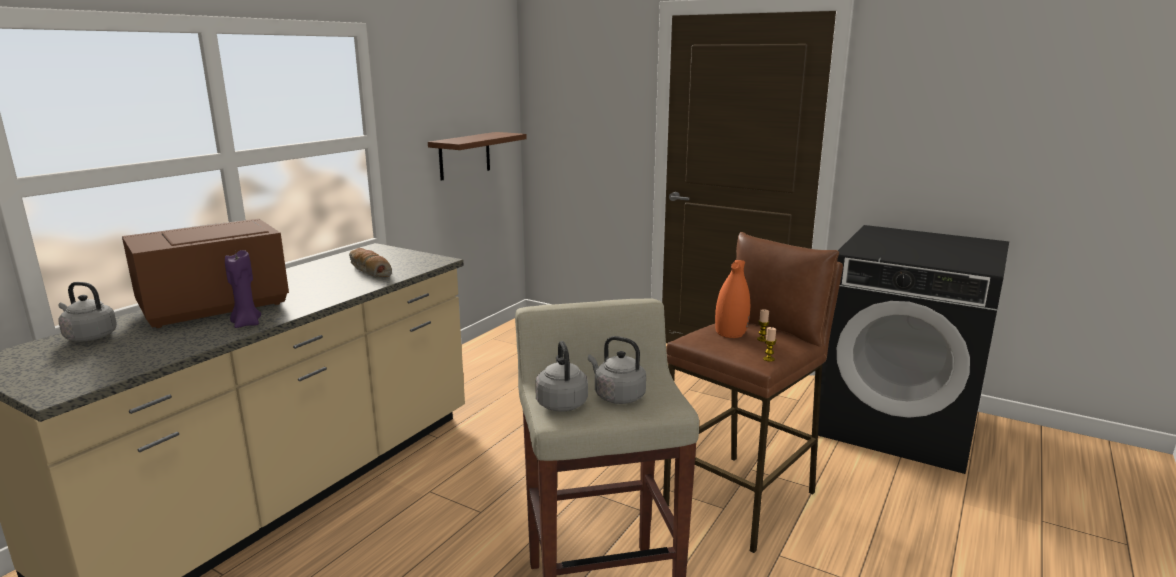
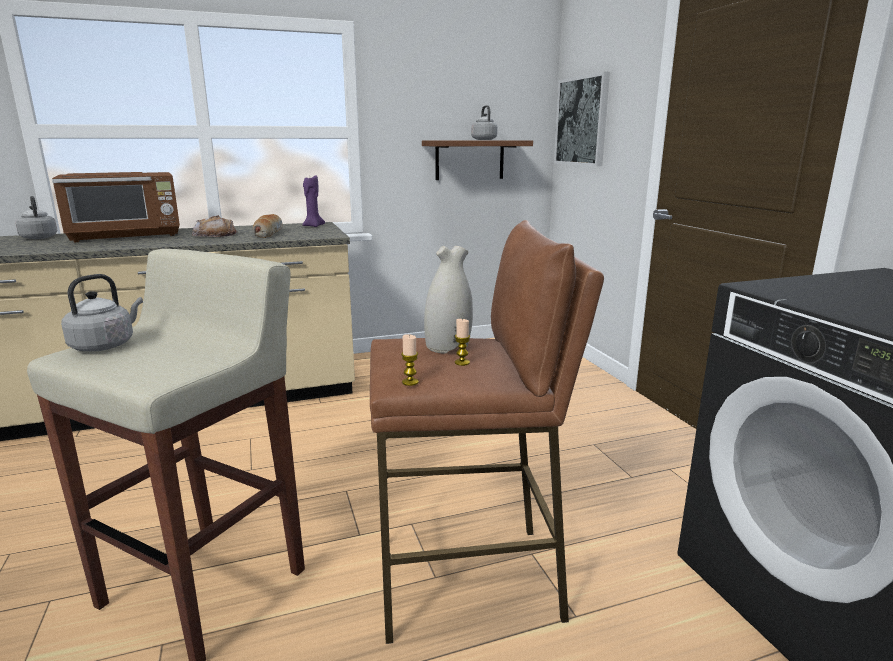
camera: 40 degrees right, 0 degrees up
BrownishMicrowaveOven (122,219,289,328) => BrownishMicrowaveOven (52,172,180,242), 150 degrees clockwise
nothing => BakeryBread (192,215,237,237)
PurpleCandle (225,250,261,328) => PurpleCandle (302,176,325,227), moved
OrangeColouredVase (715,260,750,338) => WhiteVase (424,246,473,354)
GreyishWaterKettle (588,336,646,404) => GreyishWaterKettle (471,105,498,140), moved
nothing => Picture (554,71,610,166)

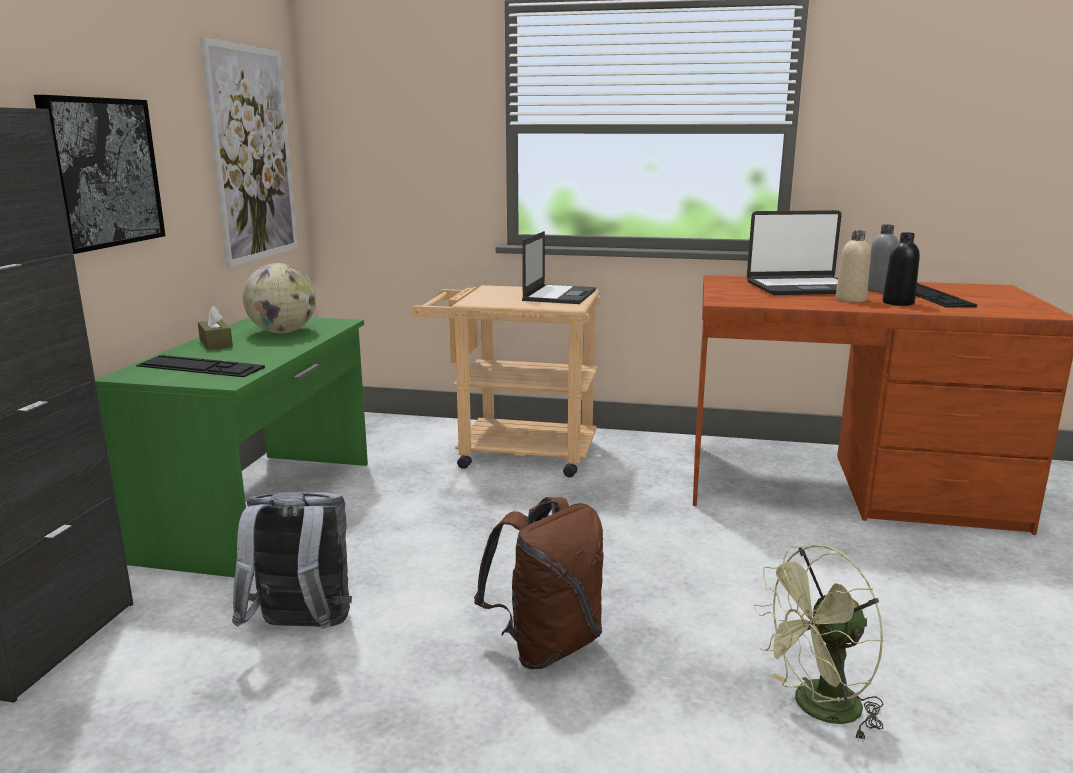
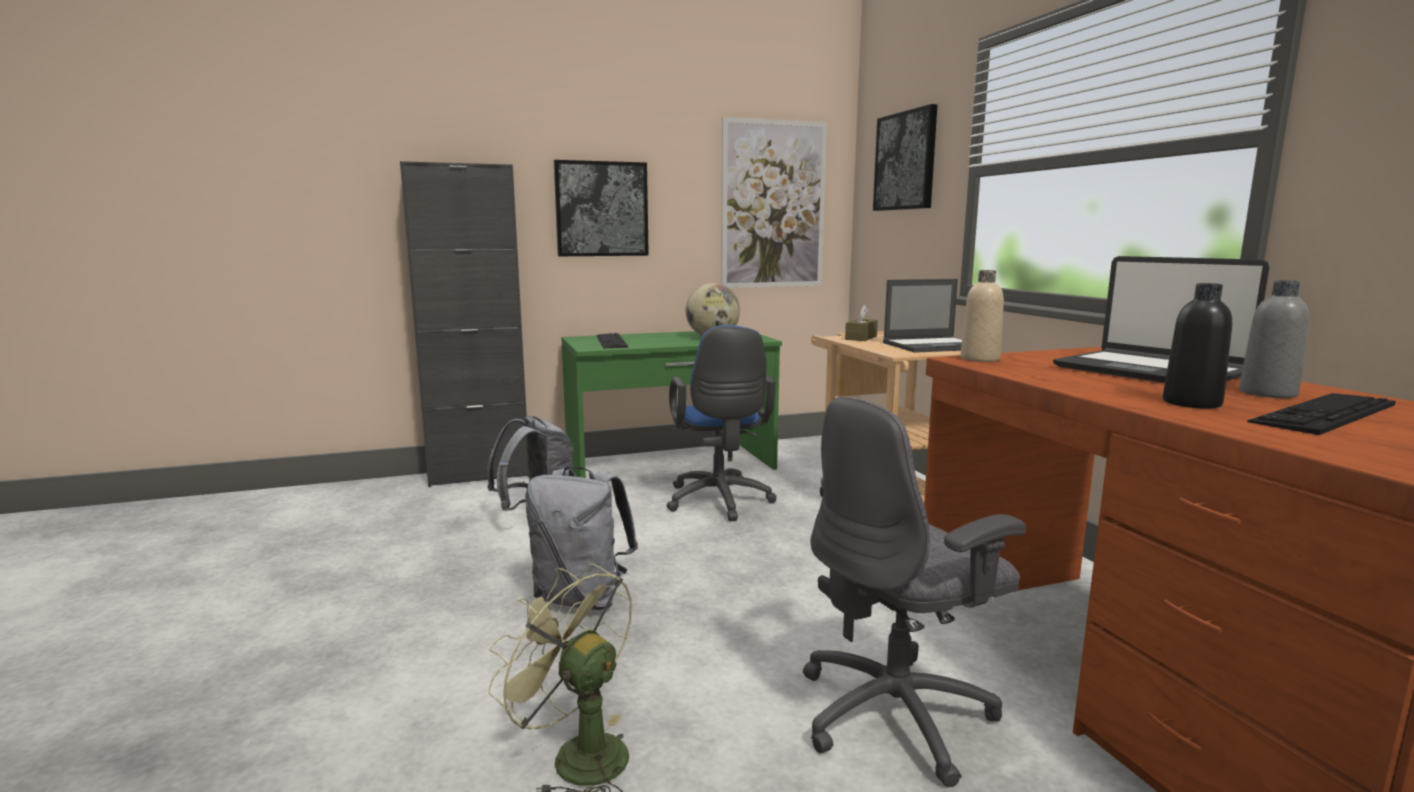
camera: 60 degrees right, 5 degrees down
BrownishBackpack (474,497,604,669) => GreyishBackpack (525,466,638,610)
nothing => BluishDeskChair (666,325,777,521)
nothing => GreyishDeskChair (803,397,1026,787)
BrownishTissueBox (198,306,233,350) => BrownishTissueBox (845,305,878,341), moved
nothing => Picture (873,104,938,211)
BeigeDrinkBottle (836,230,871,302) => BeigeDrinkBottle (961,270,1004,362), moved

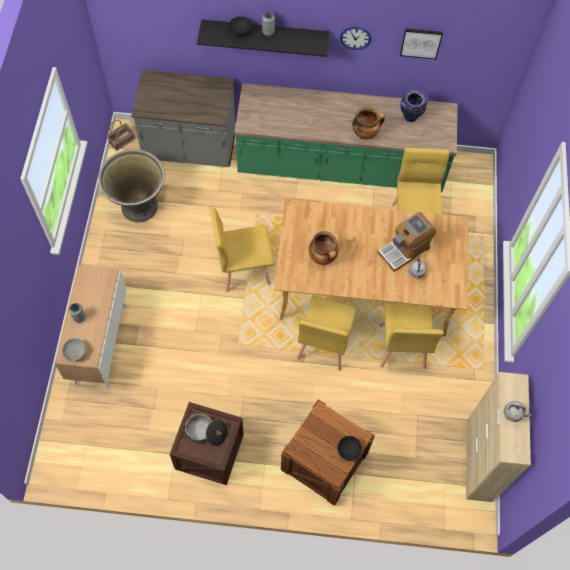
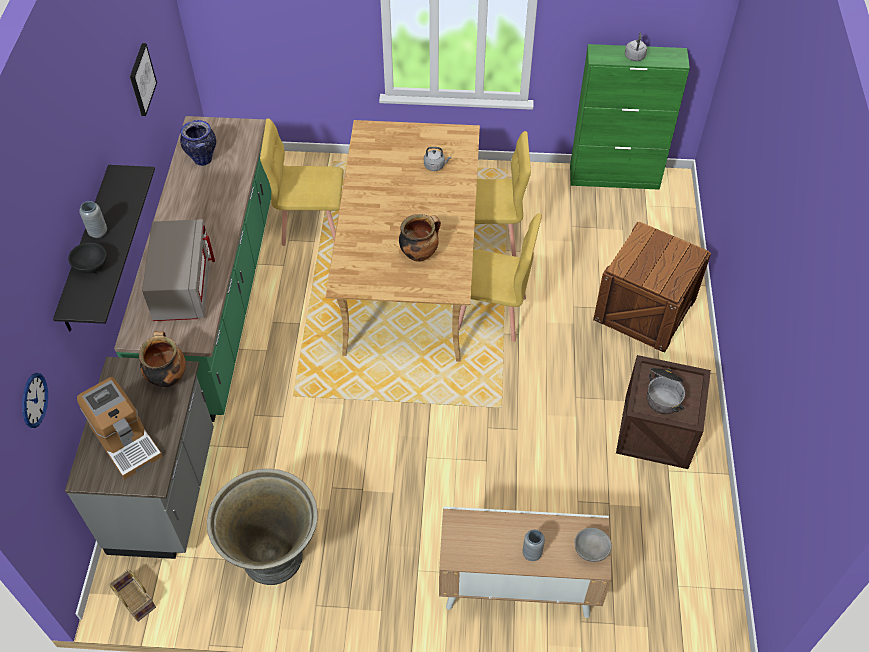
camera: 90 degrees left, 10 degrees down
HangingClock (340,27,371,50) => HangingClock (22,373,48,428), moved
CoffeeMachine (377,212,436,272) => CoffeeMachine (77,377,163,479), moved
CookingPot (353,107,385,140) => CookingPot (139,331,186,387), moved
nothing => GreyishMicrowaveOven (142,219,215,321)
BeigeCabinet (466,372,531,502) => GreenishCabinet (570,44,690,190)
YellowishChair (209,207,275,292) => nothing
BlackishBowl (338,436,362,461) => nothing

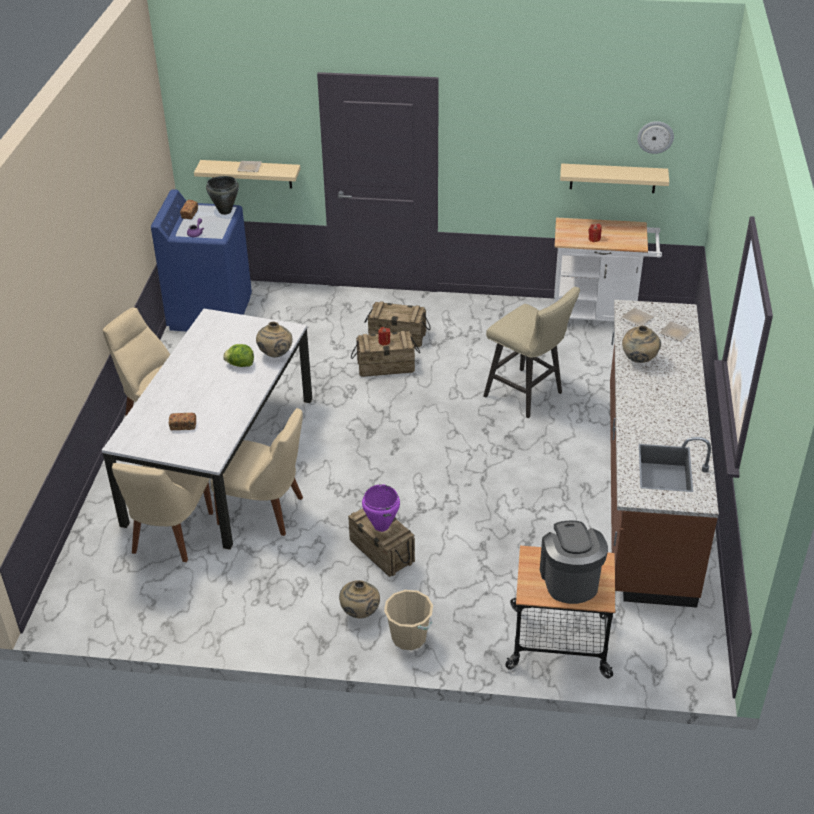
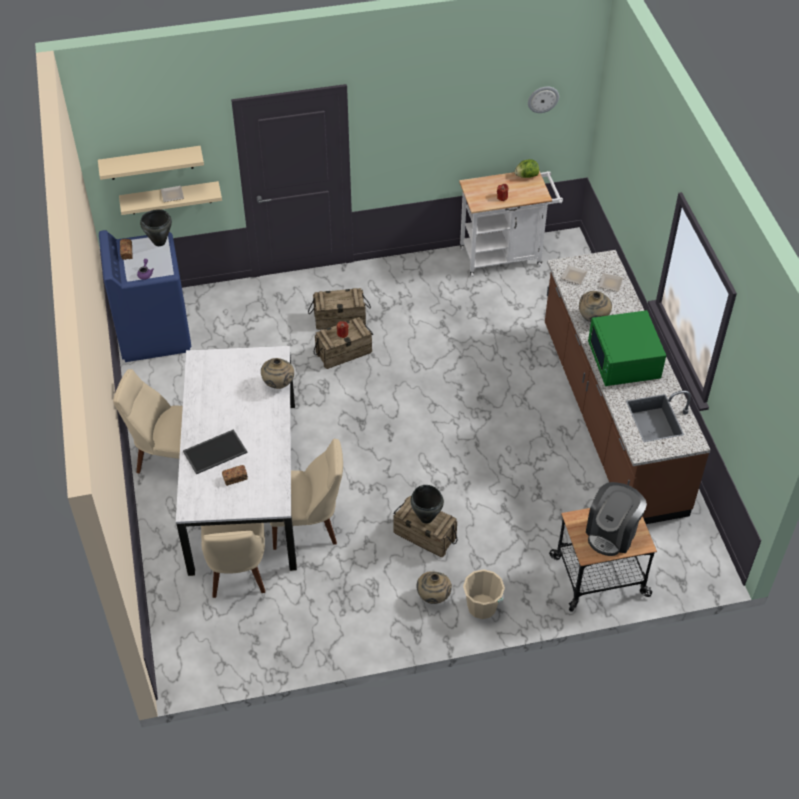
camera: 20 degrees left, 10 degrees up
BeigeShelf (560,163,669,193) => BeigeShelf (98,146,204,180), moved
nothing => Tray (183,429,248,474)
PurpleCookingPot (362,484,400,532) => BlackishCookingPot (410,485,444,524)
Lettuce (223,344,254,367) => Lettuce (515,159,539,178), moved
CoffeeMachine (540,520,608,604) => CoffeeMachine (586,482,647,556), 120 degrees counterclockwise
nothing => GreenishMicrowaveOven (588,310,666,386)
BeigeSittingStool (484,287,580,418) => nothing

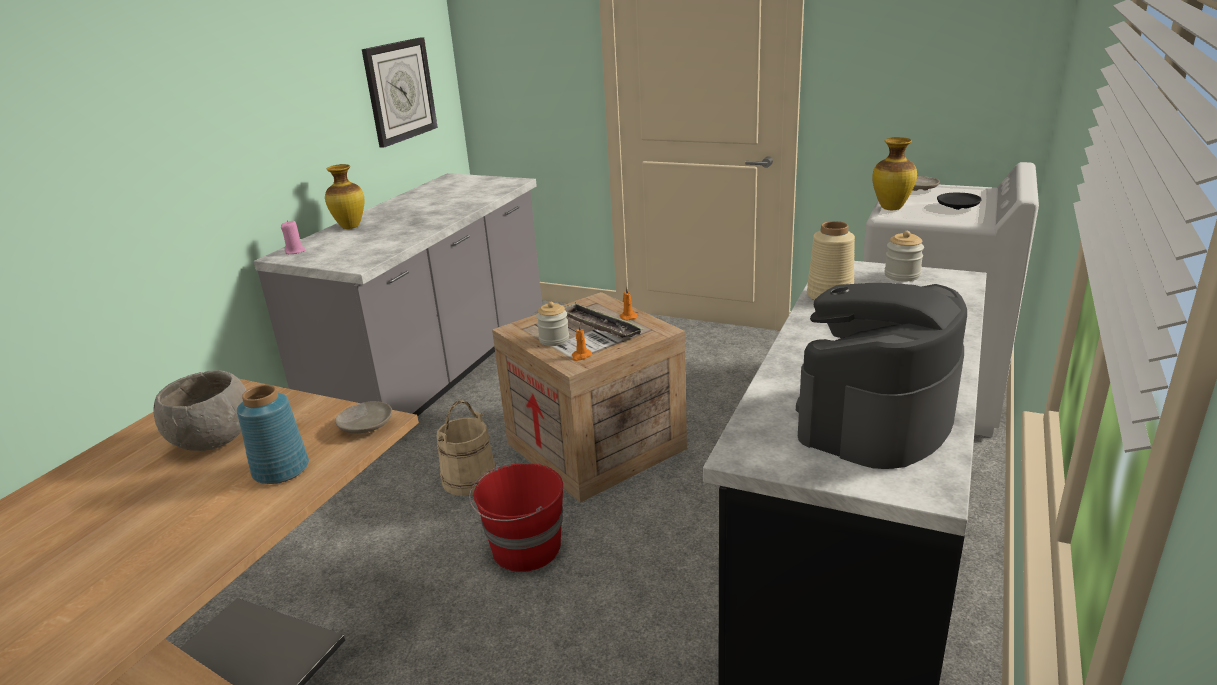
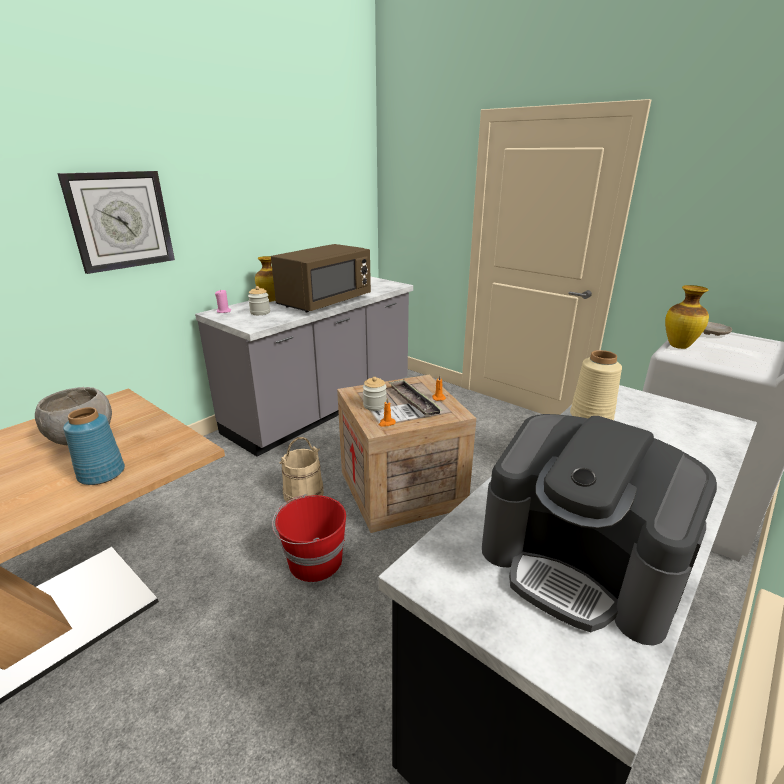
camera: 15 degrees right, 0 degrees up
HangingClock (362,37,438,148) => HangingClock (57,171,175,274), moved
StorageJar (884,231,924,281) => StorageJar (248,286,270,315), moved
nothing => BrownishMicrowaveOven (271,244,371,312)
CoffeeMachine (796,283,967,469) => CoffeeMachine (482,414,717,646), 105 degrees counterclockwise
BeigeFlatDish (335,401,392,433) => nothing
BlackishFlatDish (937,193,982,210) => nothing

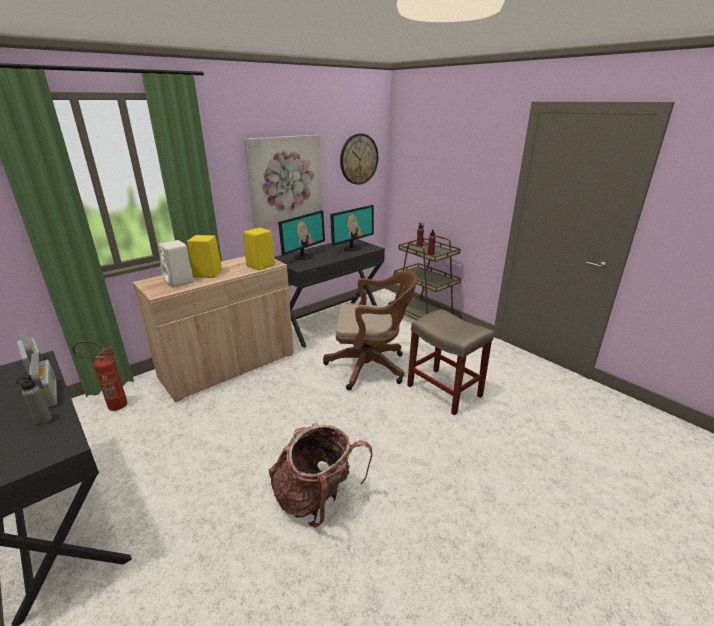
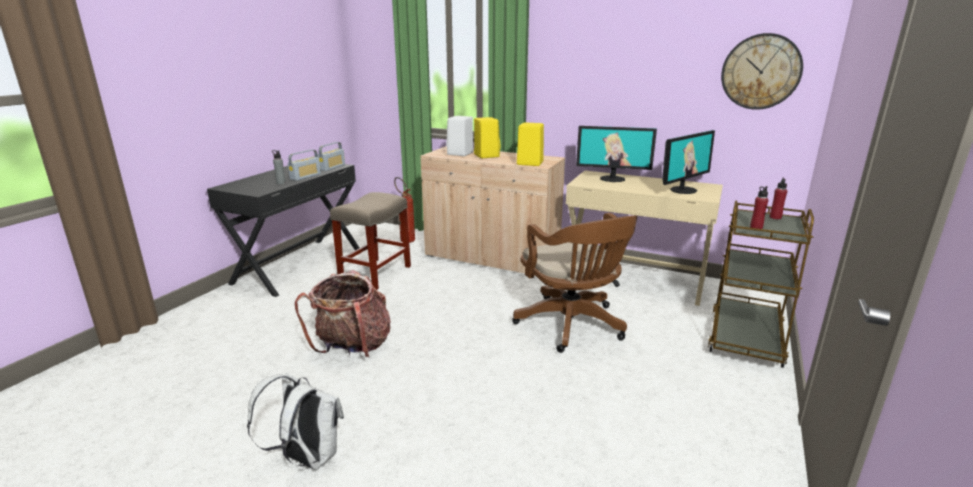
camera: 65 degrees right, 5 degrees down
nothing => WhiteBackpack (247,373,344,470)
BeigeSittingStool (407,309,494,415) => BeigeSittingStool (330,192,411,290), moved
BlackishDeskUnit (274,239,385,348) => BeigeDeskUnit (566,170,723,306)
ComputerDisplay (330,205,374,251) => ComputerDisplay (662,130,715,194), 60 degrees counterclockwise
Picture (244,135,323,228) => nothing

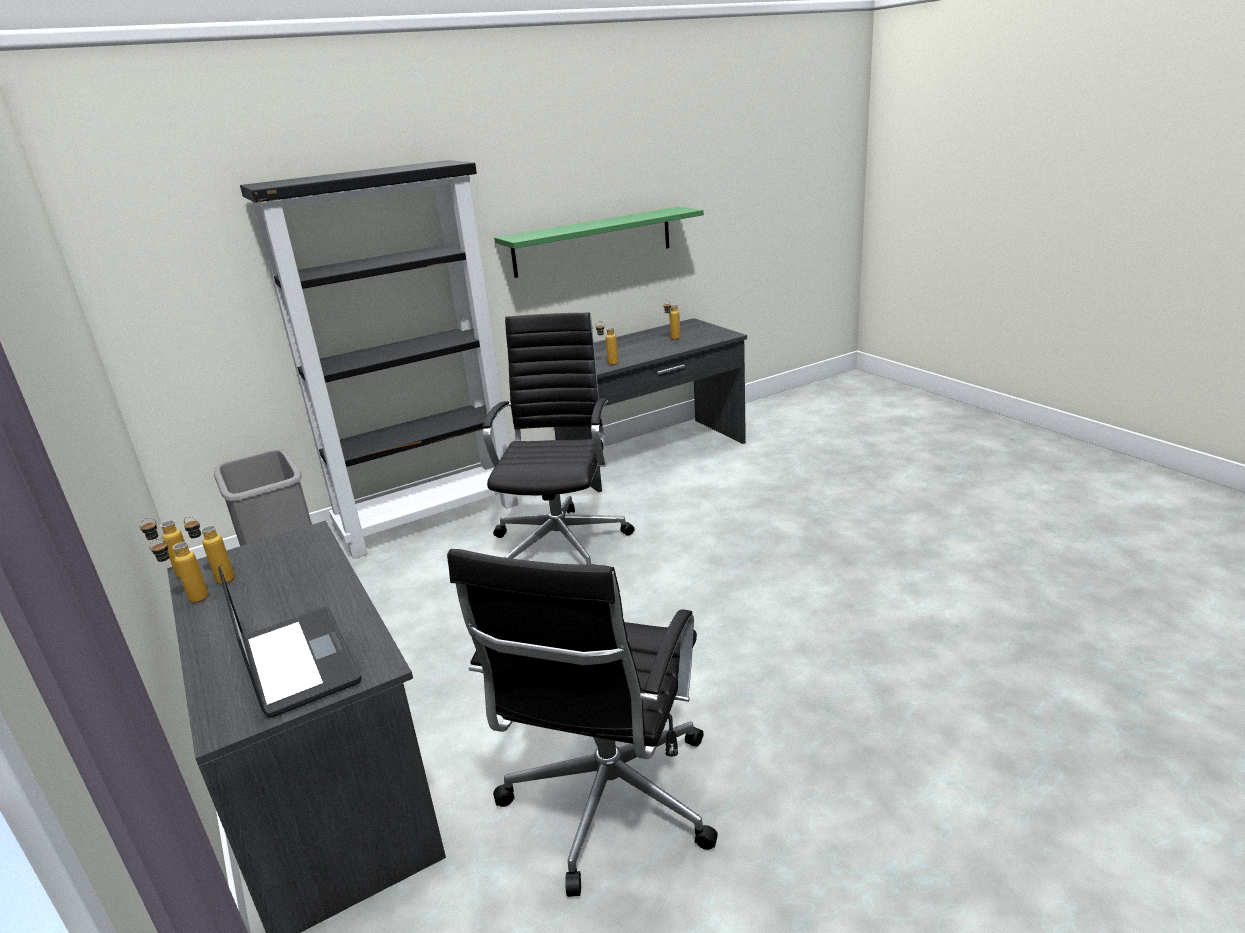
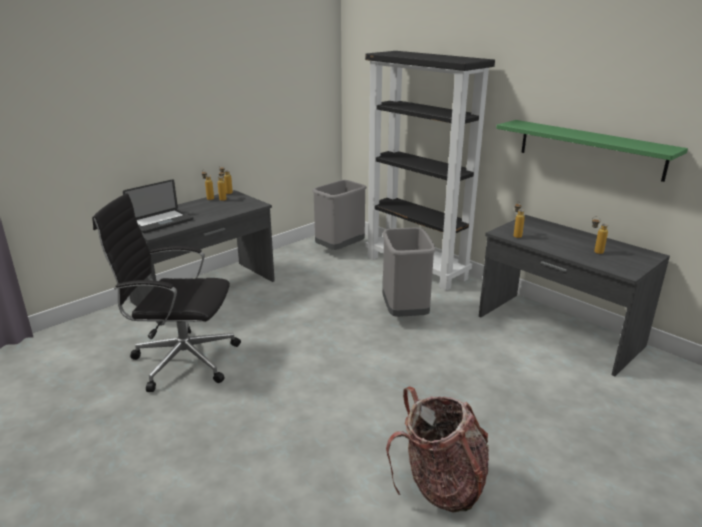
camera: 75 degrees right, 0 degrees up
BlackishDeskChair (482,312,635,565) => GreyishRubbishBin (382,227,436,317)
nothing => Backpack (386,386,489,513)

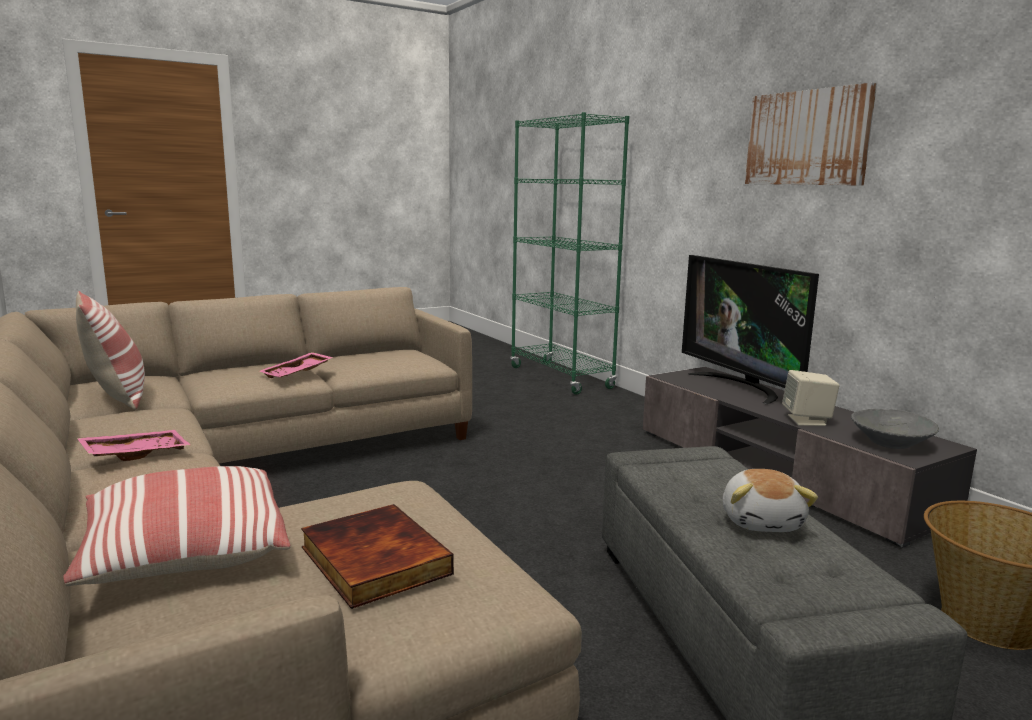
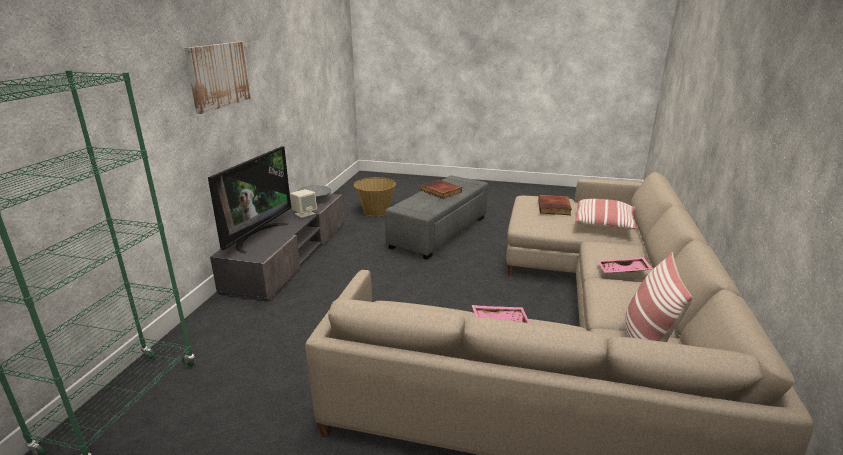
camera: 135 degrees left, 10 degrees up
PlushToy (723,469,818,532) => Volume (420,180,462,199)

